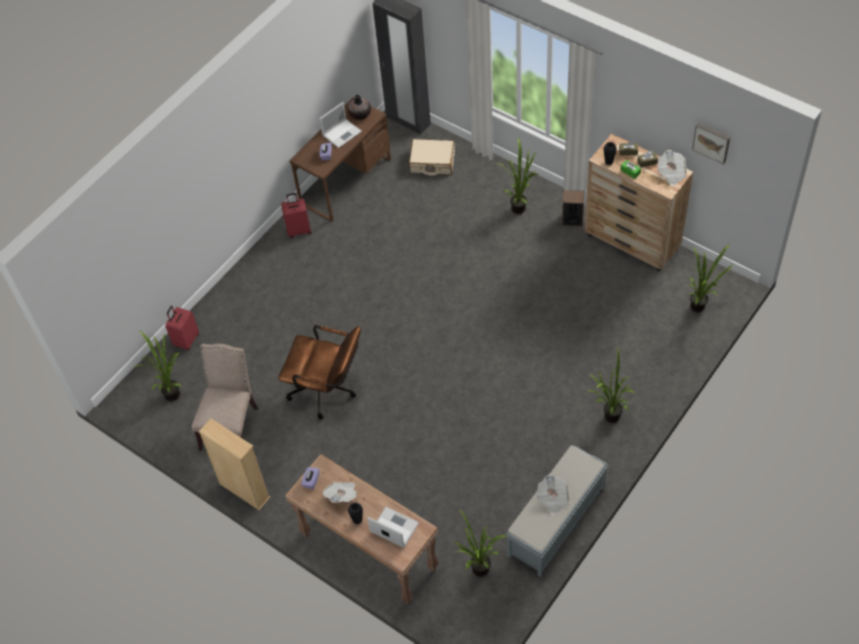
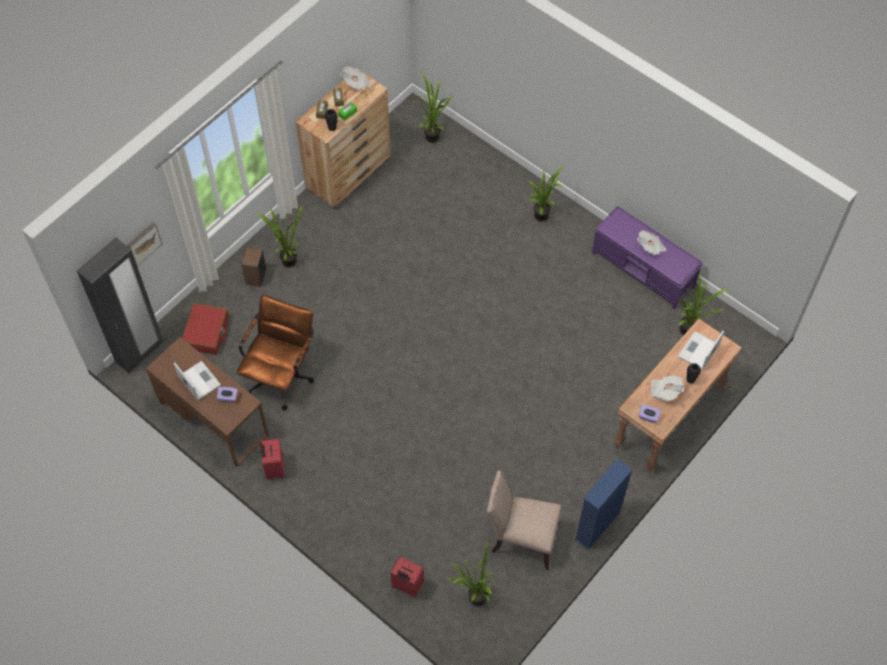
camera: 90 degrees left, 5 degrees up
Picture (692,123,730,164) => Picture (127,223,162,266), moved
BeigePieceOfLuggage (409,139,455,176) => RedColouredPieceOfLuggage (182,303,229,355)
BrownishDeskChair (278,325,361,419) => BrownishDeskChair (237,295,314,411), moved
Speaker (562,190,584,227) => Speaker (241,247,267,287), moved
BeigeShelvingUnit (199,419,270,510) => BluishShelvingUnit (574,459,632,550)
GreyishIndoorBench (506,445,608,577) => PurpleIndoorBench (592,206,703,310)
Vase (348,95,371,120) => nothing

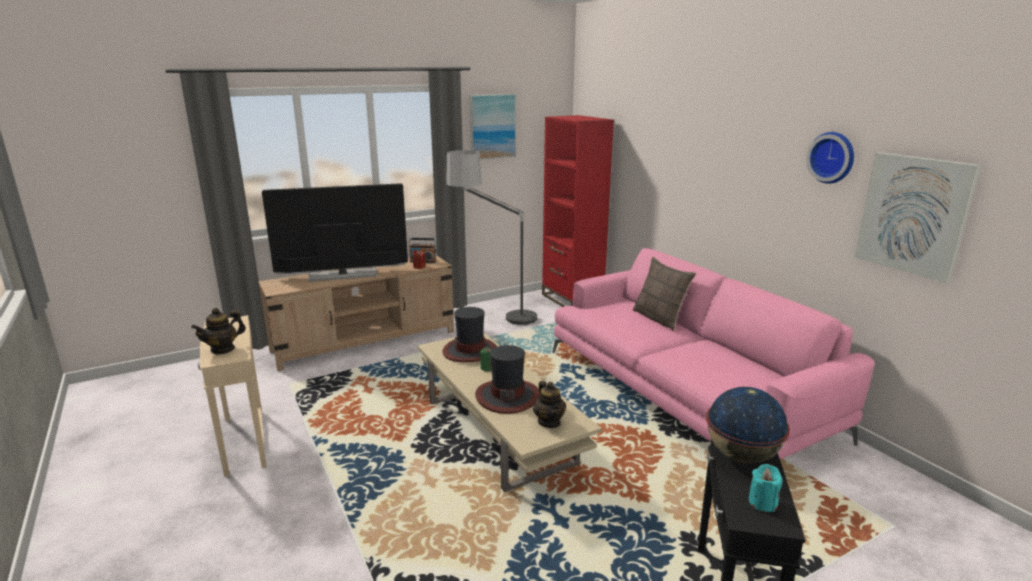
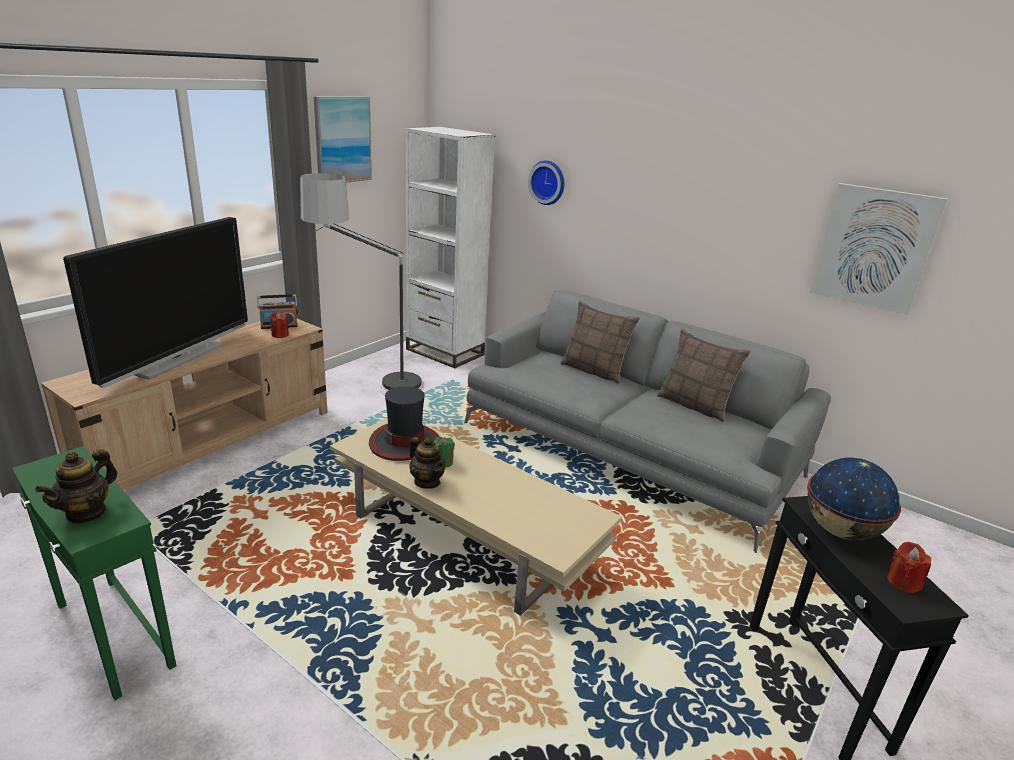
camera: 25 degrees left, 5 degrees up
BeigeSideTable (198,315,267,477) => GreenishSideTable (12,446,176,700)
Tv (262,183,408,282) => Tv (63,217,248,388), 150 degrees clockwise
RedColouredShelvingUnit (542,115,614,307) => WhiteShelvingUnit (405,127,495,368)
TeaPot (533,381,566,428) => TeaPot (410,437,446,489), moved
PinkSettee (552,248,875,459) => GreyishSettee (464,290,831,553)
HangingClock (806,132,854,184) => HangingClock (528,161,564,205), moved
nothing => Pillow (657,328,751,422)
TurquoiseCandle (749,464,783,512) => RedColouredCandle (887,542,931,593)
WearableHat (475,345,539,414) => nothing

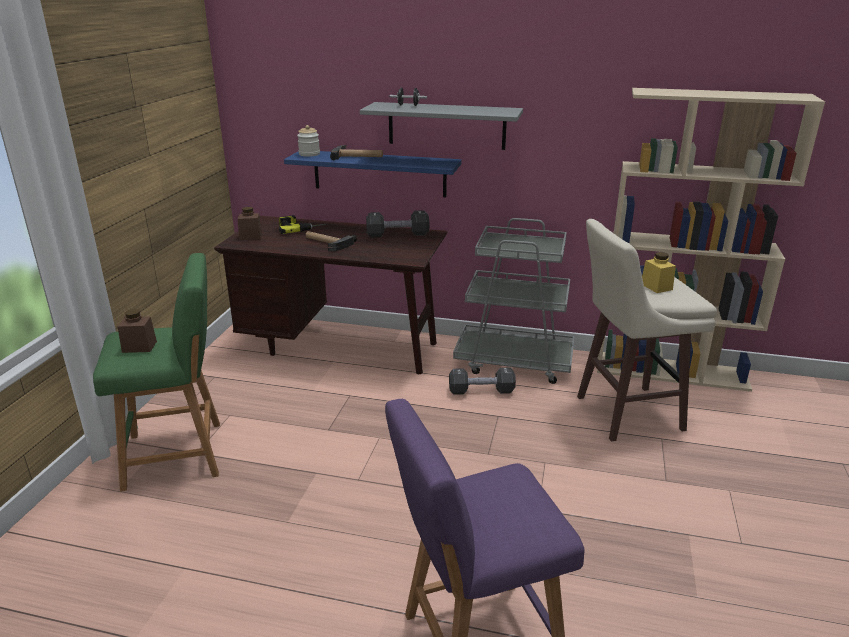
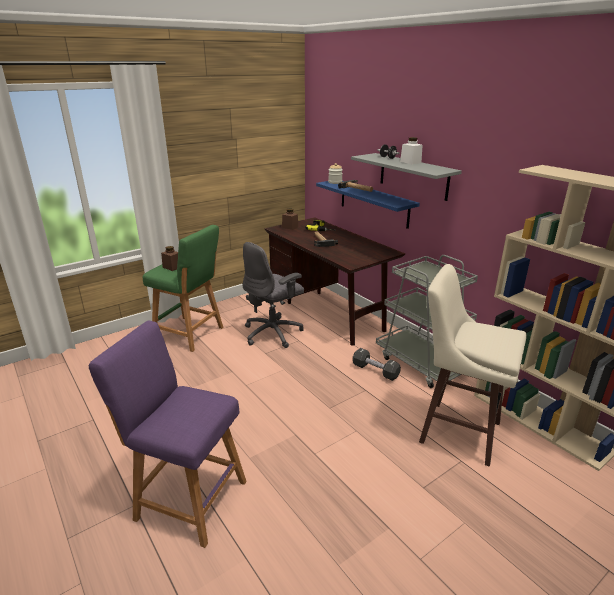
camera: 40 degrees right, 0 degrees up
nothing => GreyishDeskChair (243,242,304,348)
nothing => WhiteStorageJar (400,137,422,164)
BlackishHandWeight (366,210,429,238) => nothing
YellowishStorageJar (642,252,676,293) => nothing

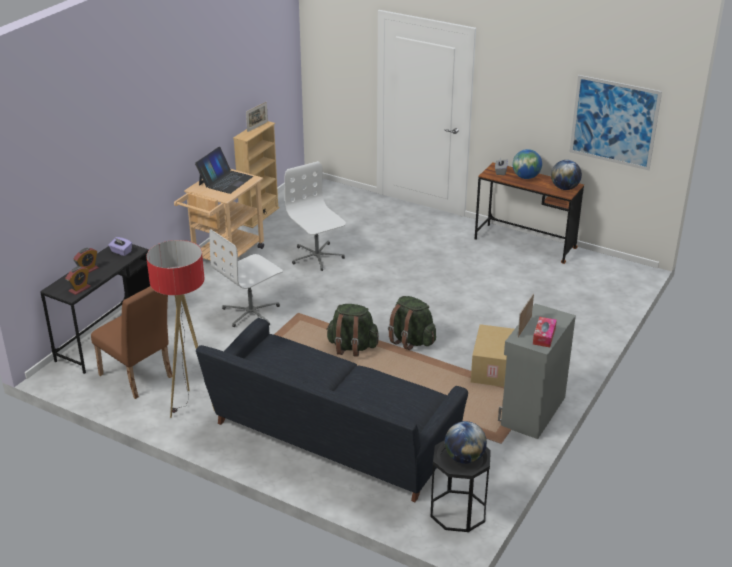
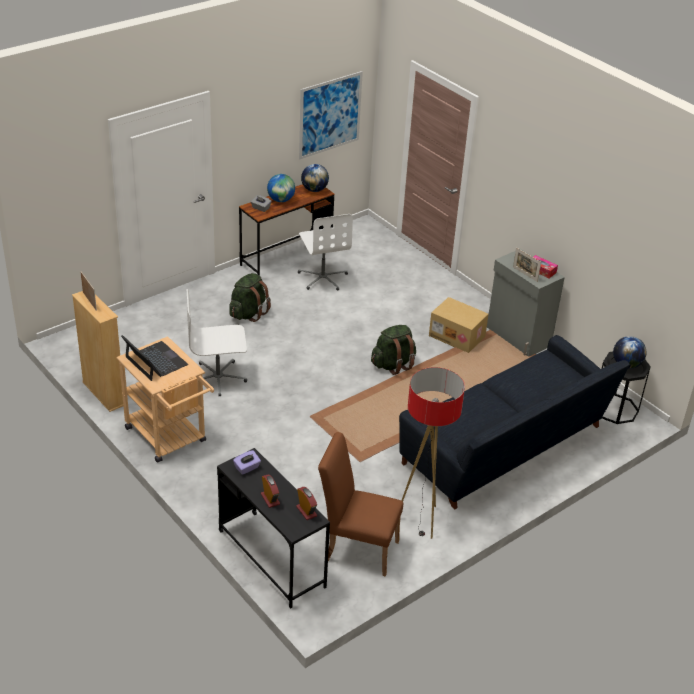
camera: 70 degrees left, 5 degrees up
GreenishBackpack (326,304,379,357) => GreenishBackpack (229,273,271,322), moved
WhiteDeskChair (209,229,283,327) => WhiteDeskChair (298,214,353,291), moved
BrownishChair (91,286,172,399) => BrownishChair (318,432,403,577), 135 degrees counterclockwise

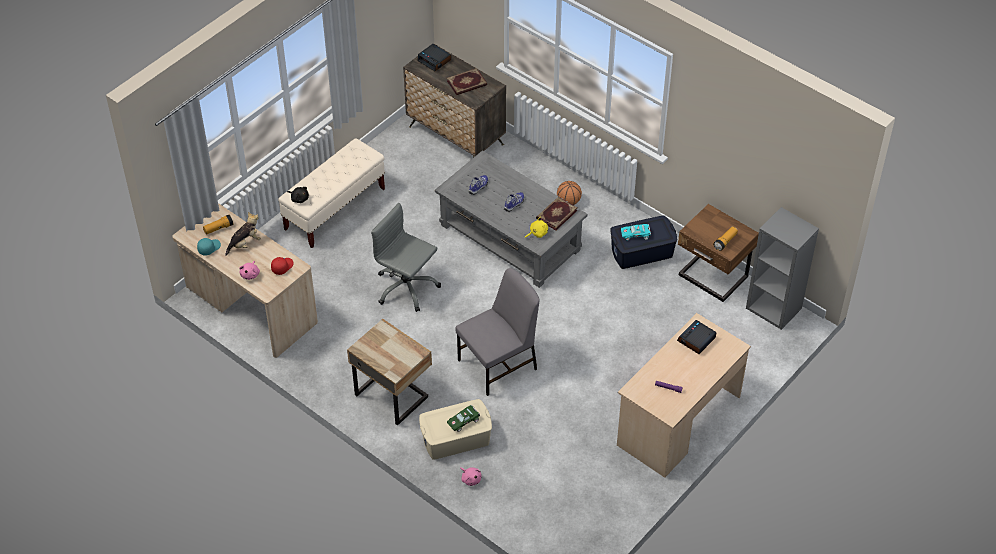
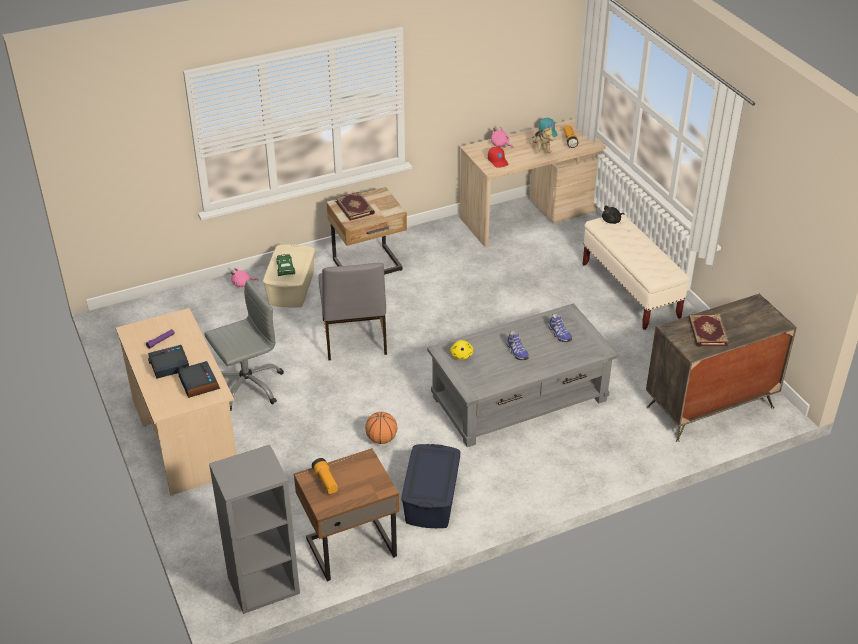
camera: 115 degrees right, 10 degrees down
AlarmClock (417,44,451,71) => AlarmClock (148,345,189,379), moved
GreyishDeskChair (371,203,441,312) => GreyishDeskChair (204,280,284,411), moved
Volume (536,197,577,231) => Volume (335,192,375,221), moved
BallForBasketball (557,181,582,205) => BallForBasketball (365,412,397,444), moved
TurquoiseMiniatureCar (621,224,651,241) => nothing

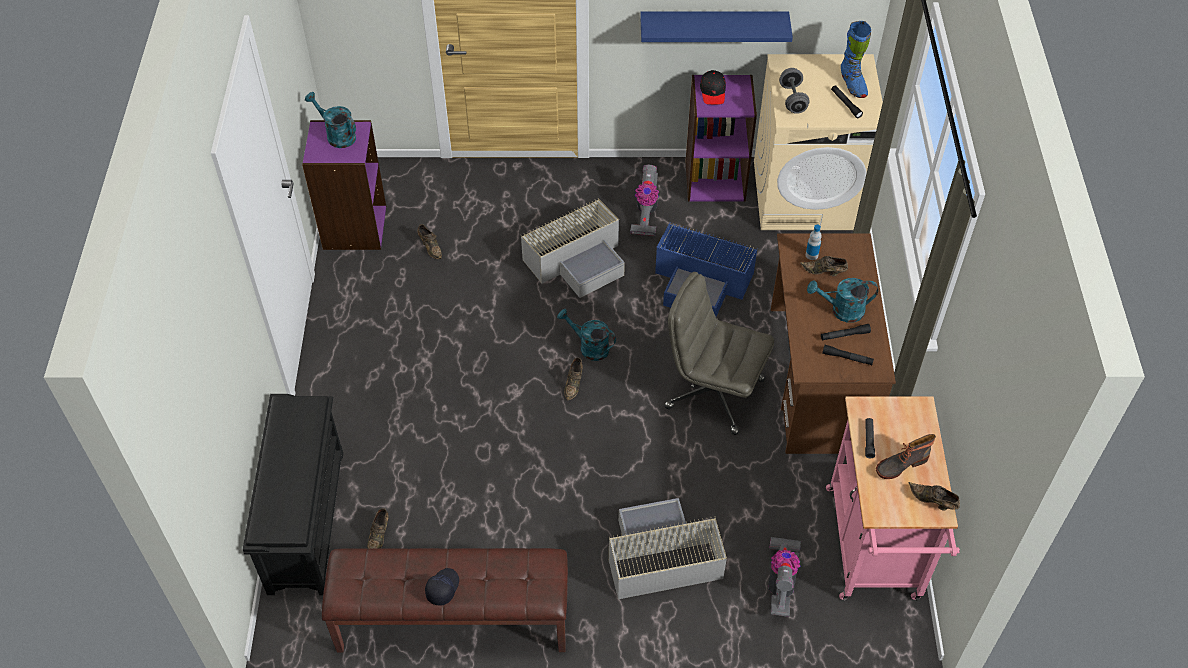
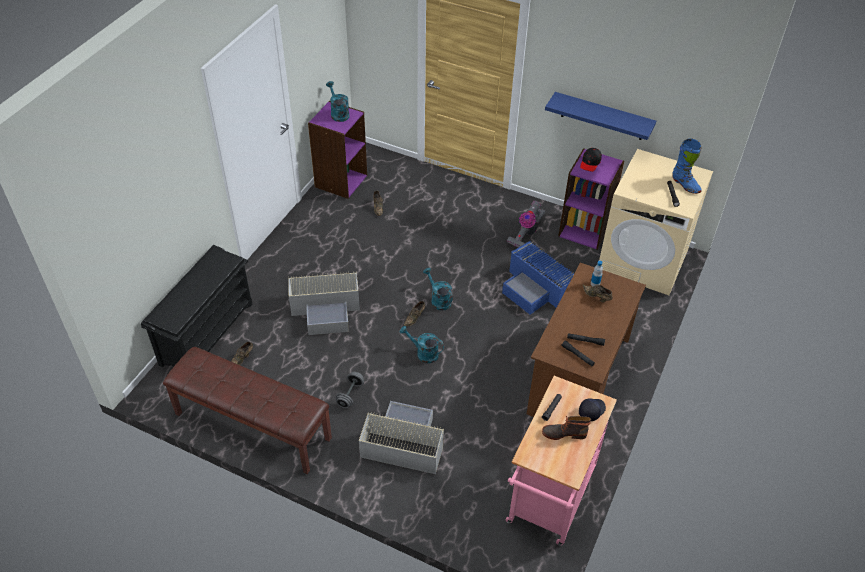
camera: 25 degrees right, 5 degrees down
GreyishStorageContainer (521,199,625,298) => GreyishStorageContainer (288,271,360,335), moved
GreyishHandWeight (779,68,810,114) => GreyishHandWeight (336,372,364,408), moved
TurquoiseWateringPot (807,278,878,323) => TurquoiseWateringPot (400,326,444,363), moved
BlackishBaseballCap (425,568,459,605) => BlackishBaseballCap (579,398,606,421), moved
BluishTallBoot (841,21,871,98) => BluishTallBoot (672,138,702,194), 45 degrees counterclockwise
GreyishDeskChair (664,272,774,435) => nothing
Vacuum (768,537,801,617) => nothing
BrownishShoe (908,482,960,511) => nothing

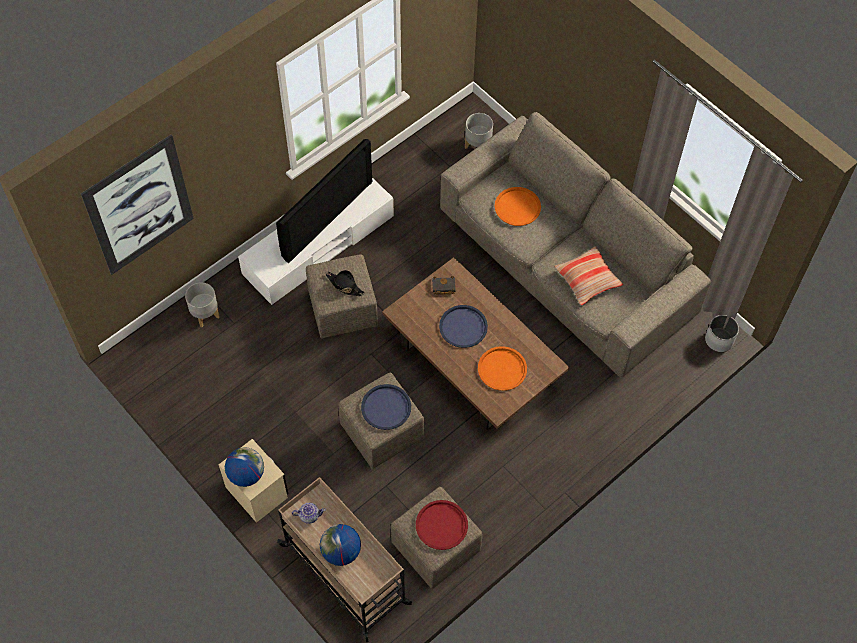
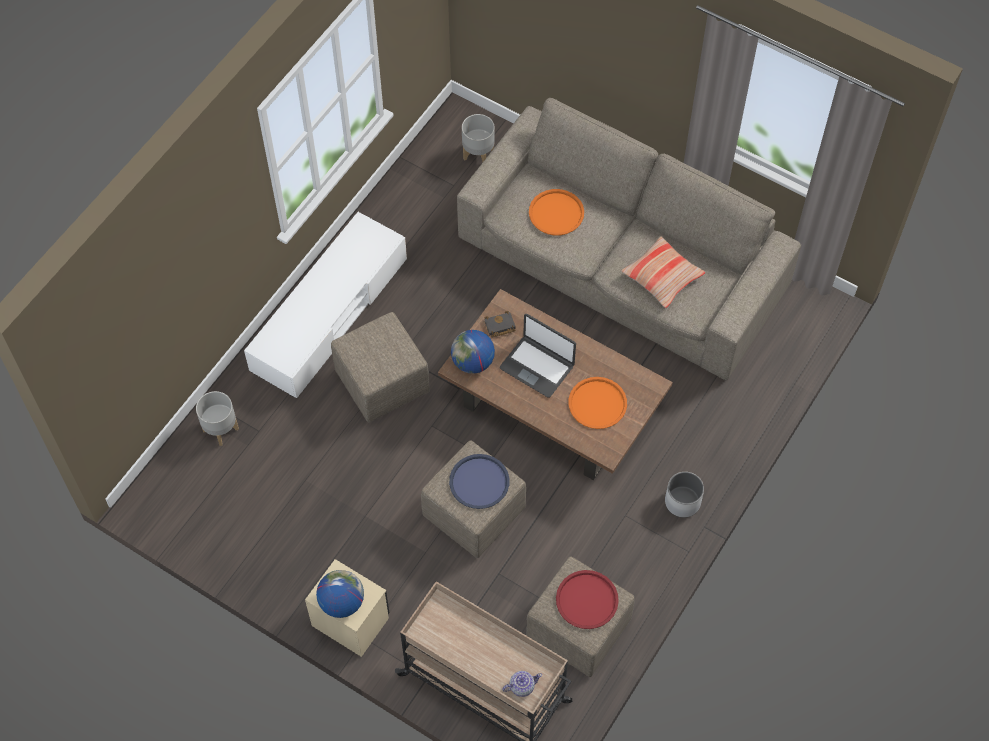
camera: 15 degrees left, 0 degrees up
DeskGlobe (320,524,361,566) => DeskGlobe (451,330,495,374), moved
BluishTray (439,305,488,348) => Laptop (500,314,576,398)
TeaPot (292,503,326,524) => TeaPot (502,671,542,697), moved
WhitePlantPot (705,315,739,352) => WhitePlantPot (665,472,704,517), moved
Picture (81,135,194,275) => nothing
Tv (276,139,372,263) => nothing
BlackishWearableHat (326,270,365,296) => nothing

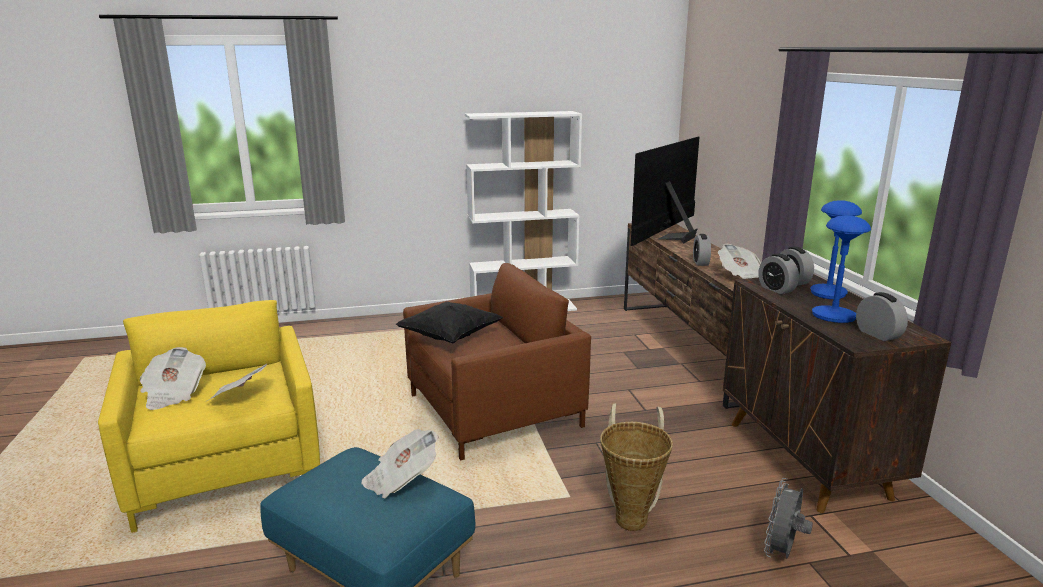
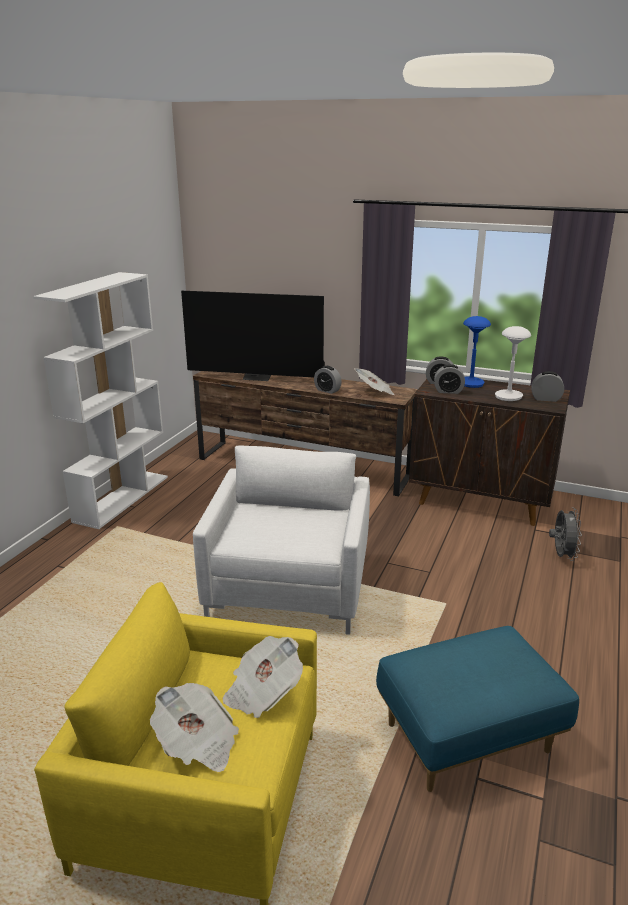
camera: 55 degrees left, 5 degrees up
Tv (631,136,699,246) => Tv (181,291,325,381), 60 degrees counterclockwise
BrownishLoungeChair (403,263,591,460) => WhiteLoungeChair (193,445,370,635)
BluishTabletopLamp (812,215,871,323) => WhiteTabletopLamp (495,326,531,401)
GreyishFan (764,478,813,558) => GreyishFan (549,507,582,561), 150 degrees counterclockwise
DailyPaper (361,429,439,498) => nothing
BlackishPillow (396,301,503,343) => nothing
Basket (600,403,673,531) => nothing

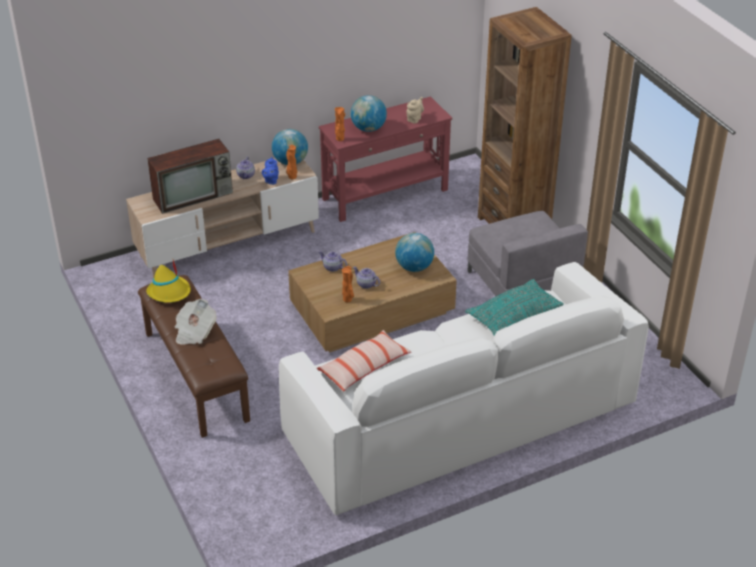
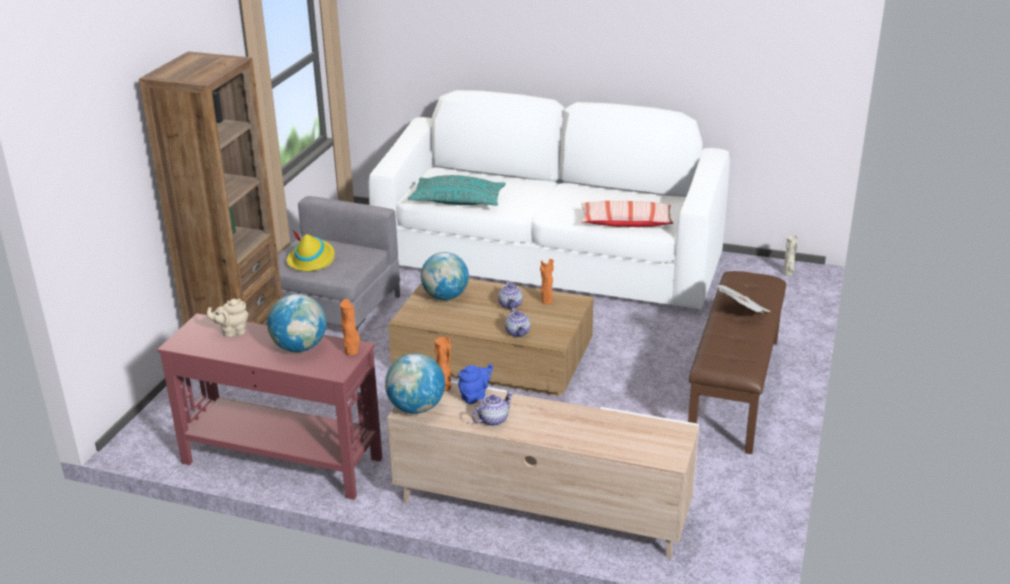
camera: 135 degrees left, 10 degrees down
YellowishWearableHat (146,260,191,303) => YellowishWearableHat (287,230,335,271), moved
nothing => BeigeVase (783,235,798,276)
Tv (147,139,233,214) => nothing

